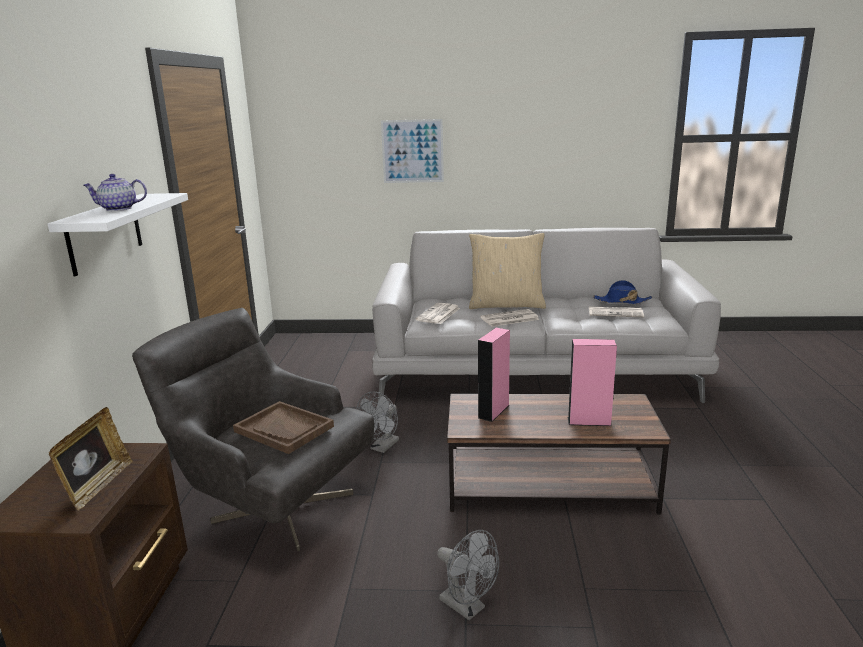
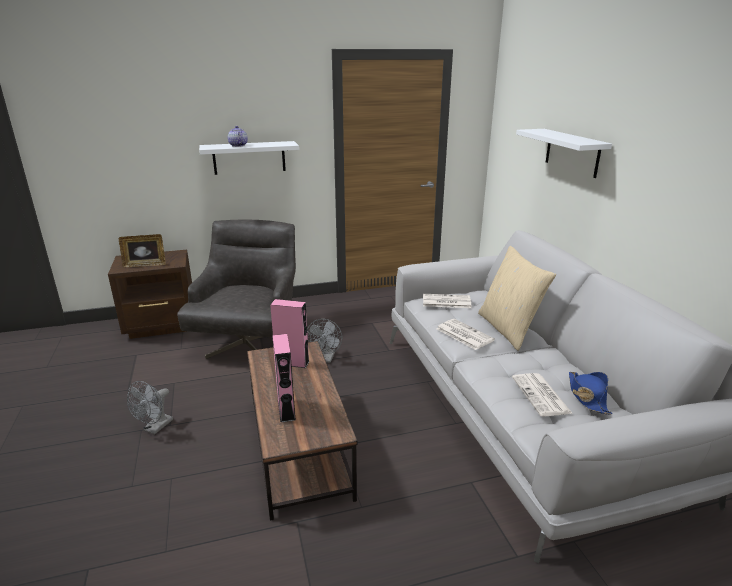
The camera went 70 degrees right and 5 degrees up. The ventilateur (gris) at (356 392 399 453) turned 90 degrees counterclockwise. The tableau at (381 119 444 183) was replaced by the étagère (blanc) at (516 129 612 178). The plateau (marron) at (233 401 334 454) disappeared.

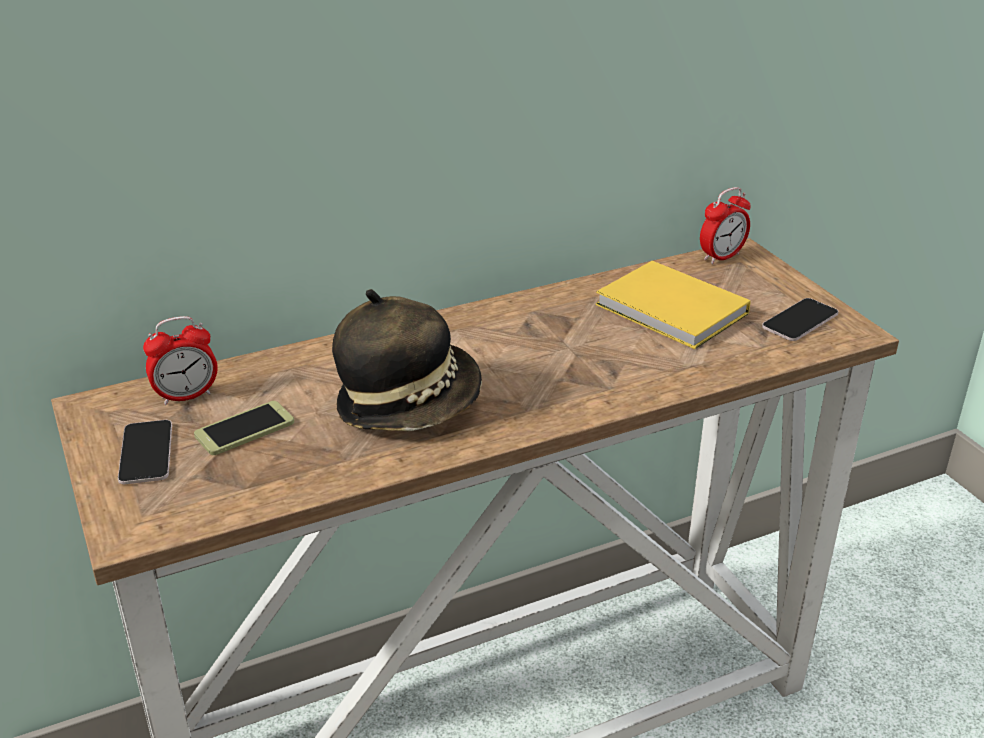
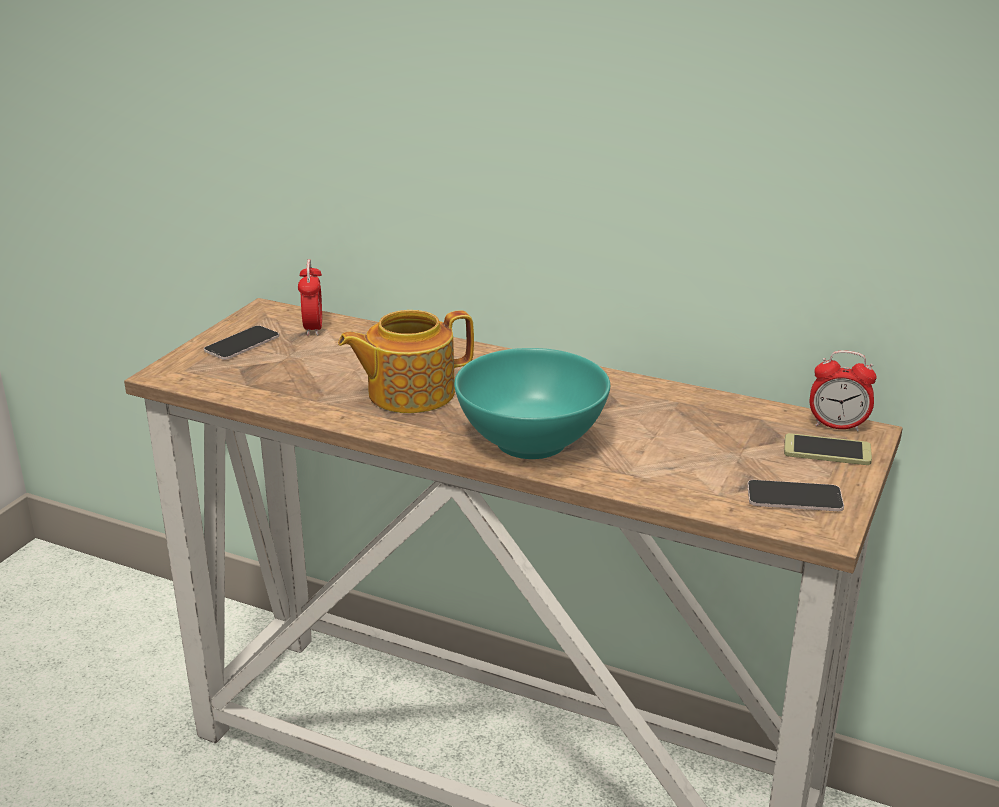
The camera went 50 degrees right and 5 degrees down. The réveil at (143 316 218 405) turned 120 degrees counterclockwise. The chapeau at (332 289 482 431) was replaced by the théière at (338 310 474 413). The bol (turquoise) at (454 348 610 459) appeared. The téléphone moved from (194 401 294 455) to (784 433 872 465). The livre (jaune) at (596 261 751 349) disappeared.

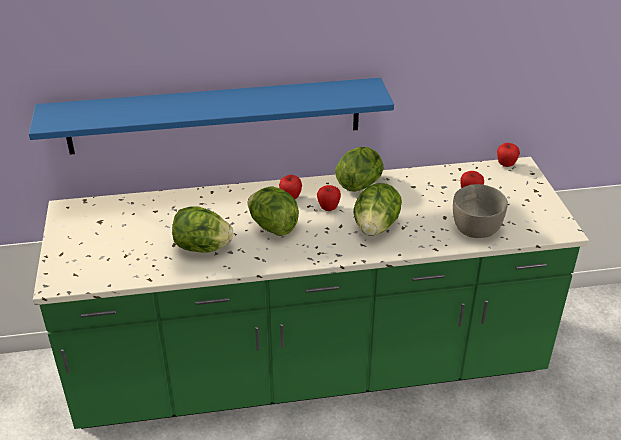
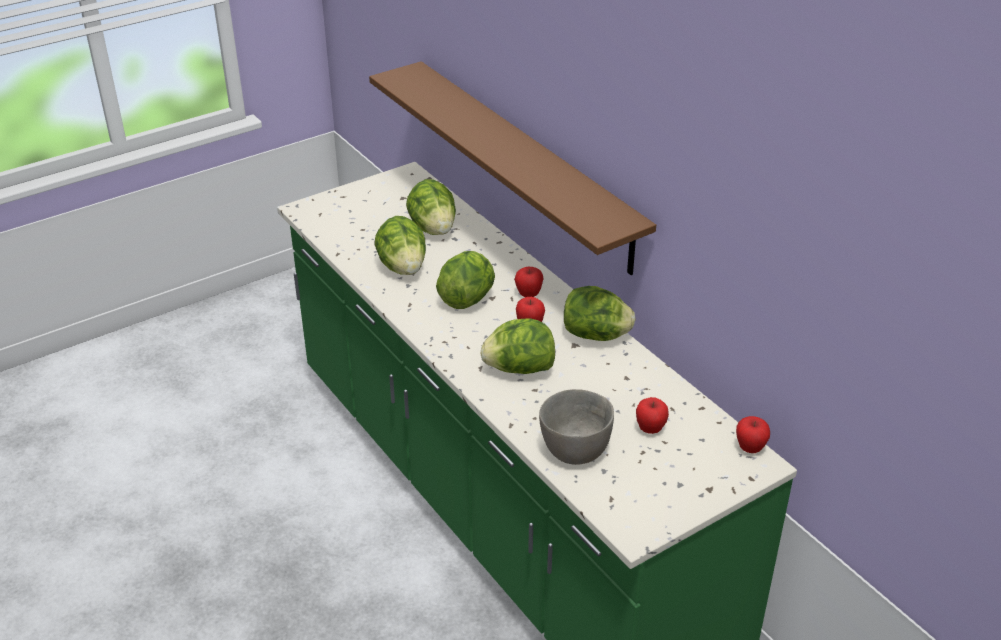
The camera went 65 degrees right and 0 degrees up. The étagère (bleu) at (29 78 394 155) became the étagère (marron) at (369 61 656 275). The laitue at (406 179 456 235) appeared.

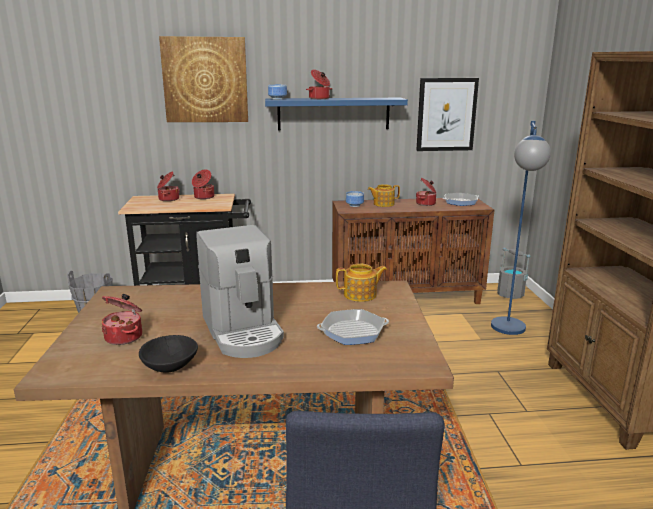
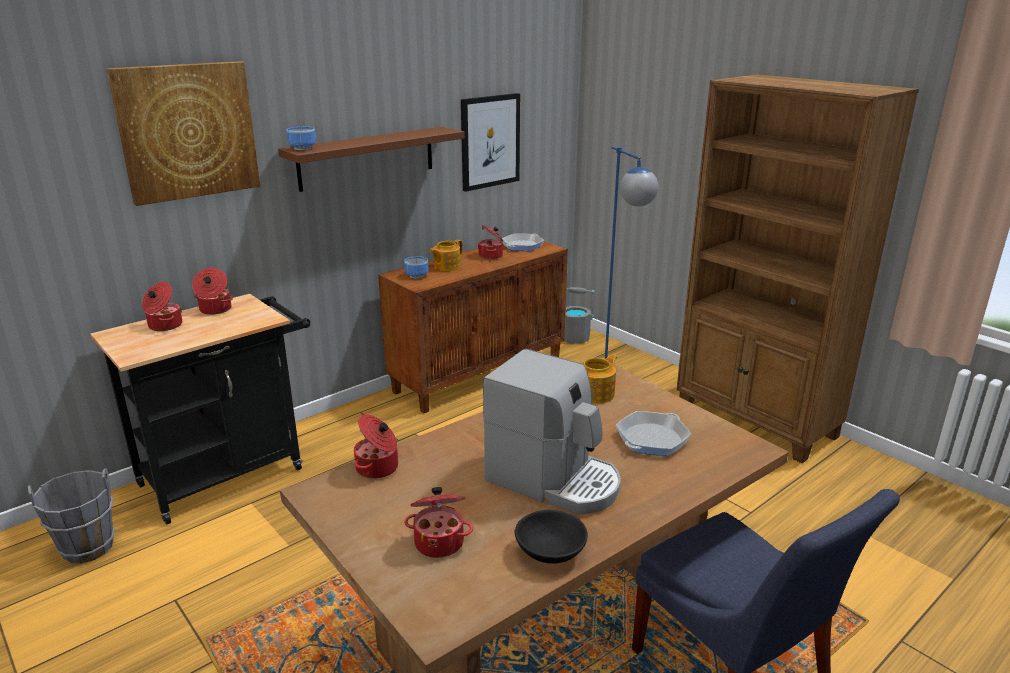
The camera went 35 degrees left and 5 degrees up. The étagère (bleu) at (265 98 408 131) became the étagère (marron) at (278 127 465 192). The marmite moved from (306 69 333 99) to (354 414 398 479).

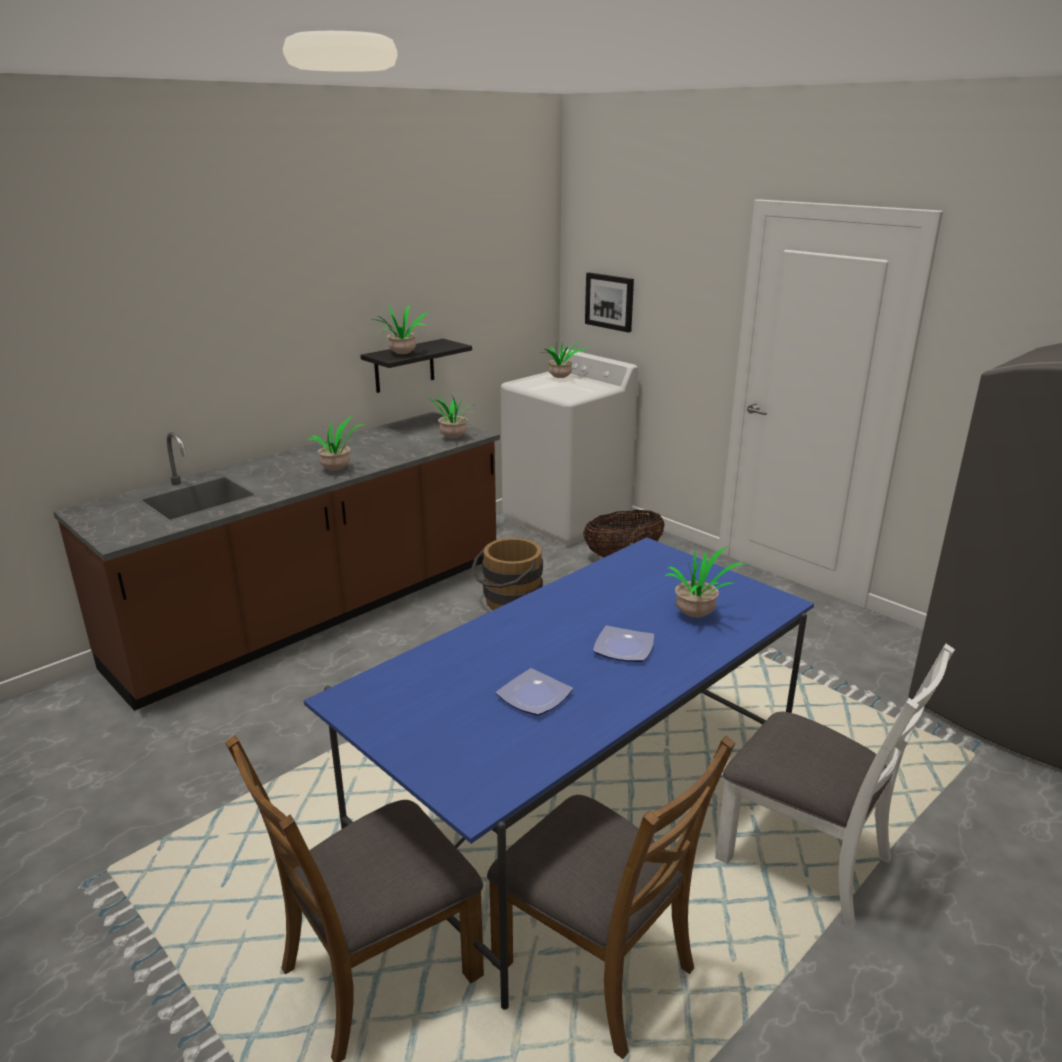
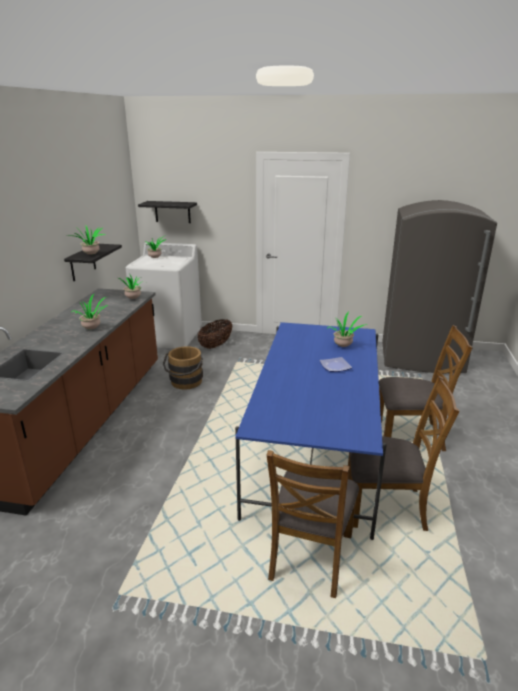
The camera went 35 degrees left and 0 degrees up. The tableau at (585 272 634 333) was replaced by the étagère (noir) at (138 201 197 223). The chaise (blanc) at (715 644 955 928) became the chaise (marron) at (379 325 473 451). The assiette at (496 668 573 716) disappeared.

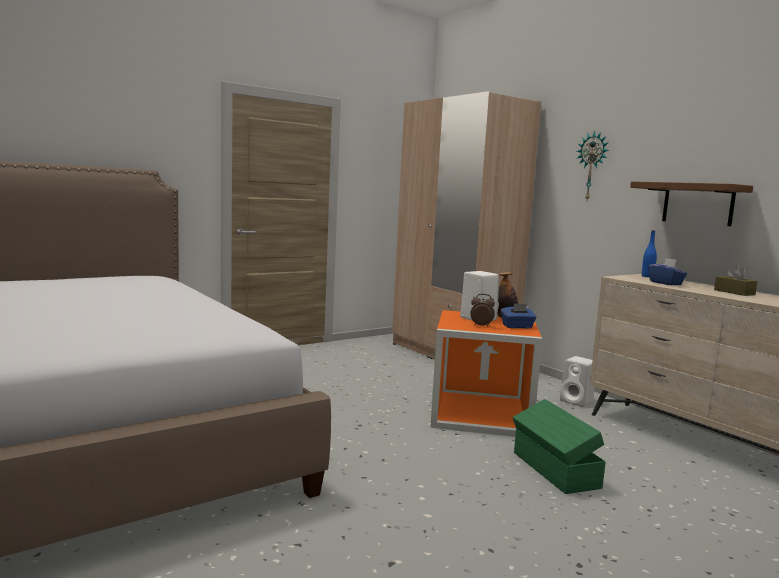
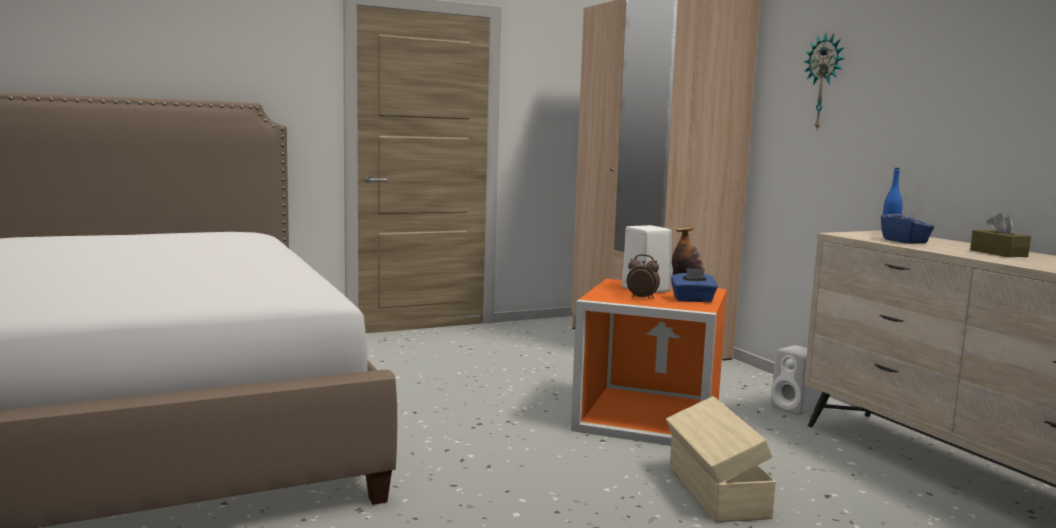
The camera went 10 degrees right and 0 degrees up. The boîte de rangement (vert) at (513 399 606 494) became the boîte de rangement (beige) at (666 396 776 522). The étagère (marron) at (630 181 753 226) disappeared.

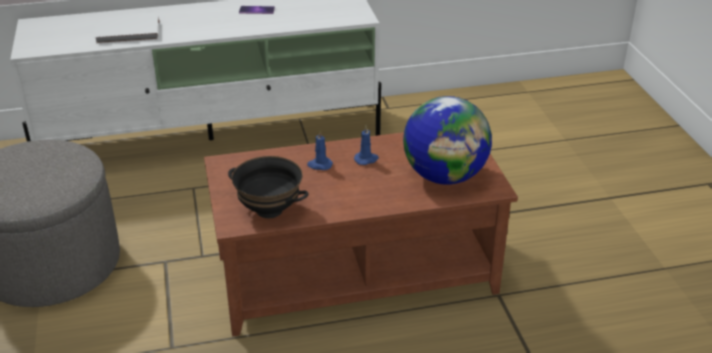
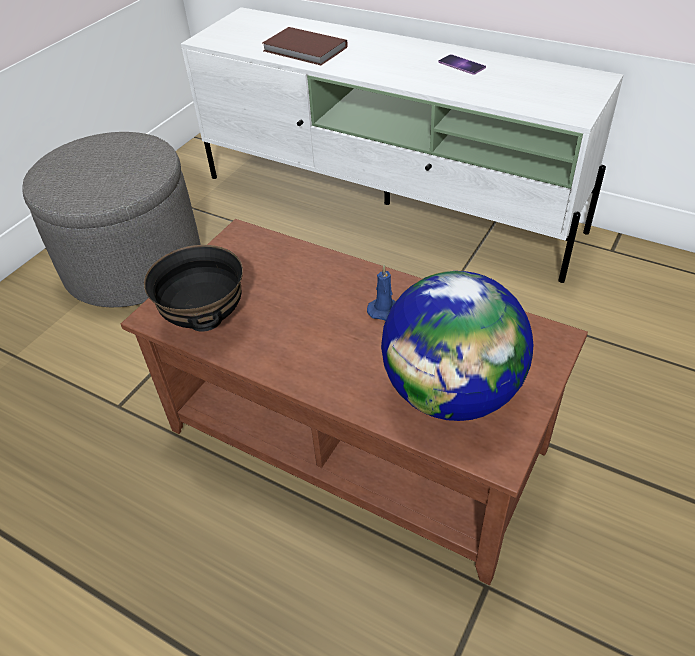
The camera went 45 degrees right and 10 degrees up. The livre (blanc) at (94 17 159 44) became the livre (marron) at (263 27 348 65). The bougie (bleu) at (307 131 333 170) disappeared.

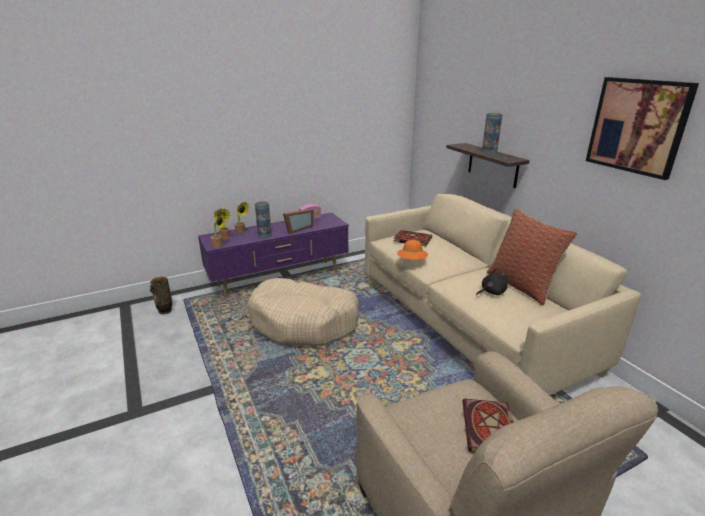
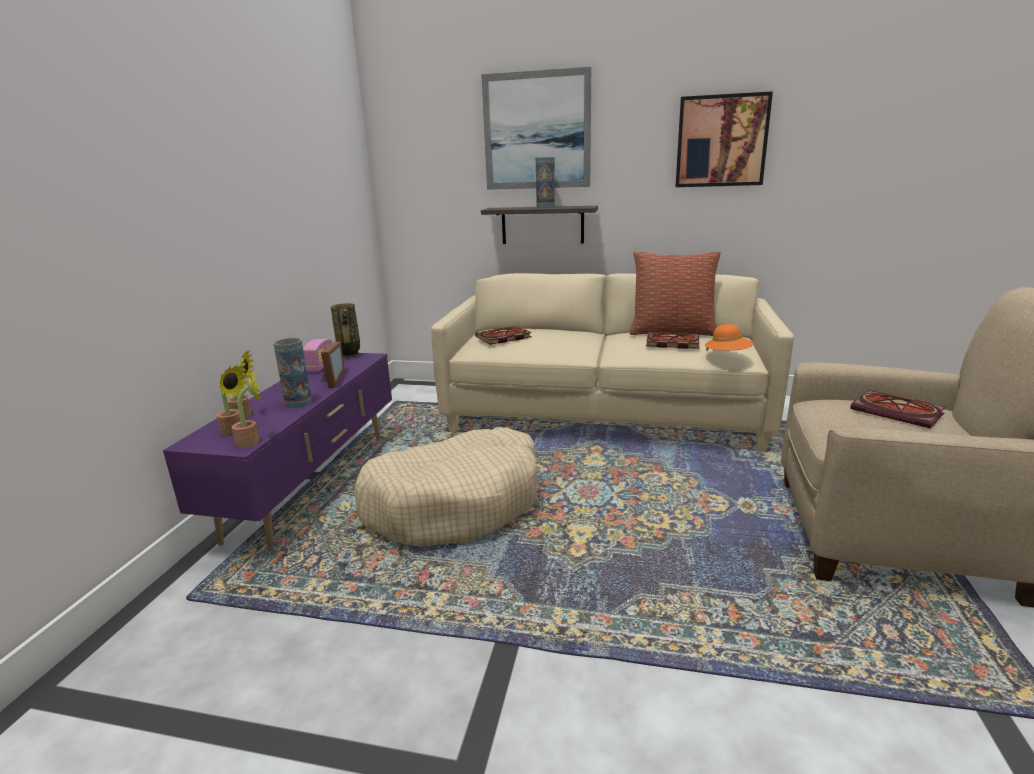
The camera went 50 degrees left and 5 degrees down. The vase moved from (150 277 172 314) to (331 303 360 358). The tableau at (481 67 591 190) appeared. The peluche (noir) at (476 268 508 295) was replaced by the livre at (646 332 699 349). The chapeau (orange) moved from (397 240 428 260) to (705 324 753 351).

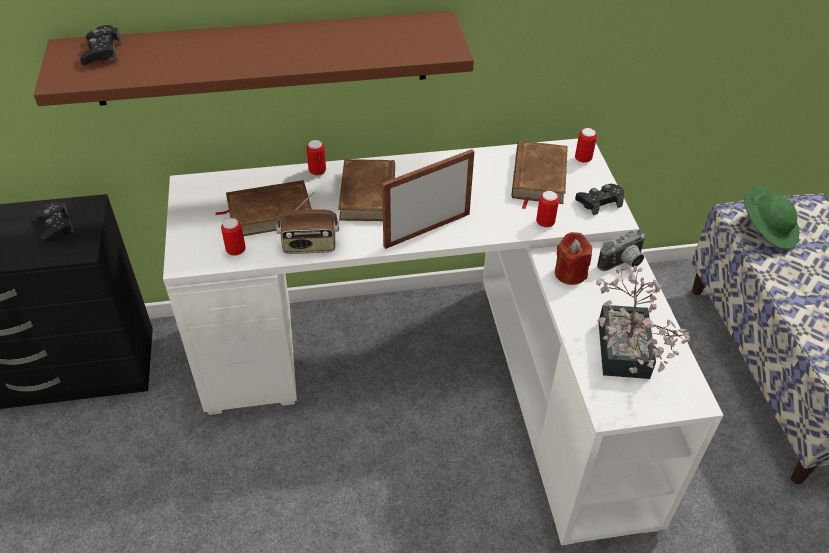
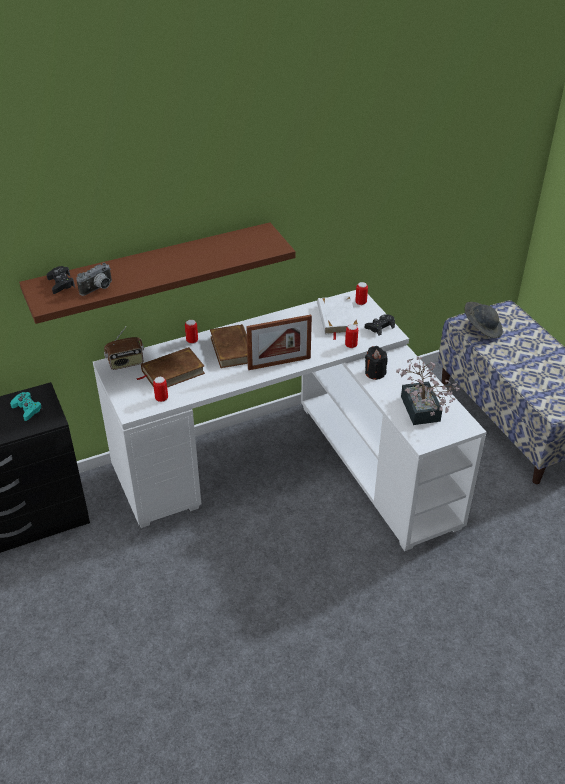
The camera went 15 degrees left and 5 degrees down. The manette (noir) at (35 202 75 244) became the manette (turquoise) at (10 392 43 421). The appareil photo moved from (597 230 646 271) to (76 263 112 296). The radio moved from (276 191 339 254) to (104 327 144 370). The cadre photo at (382 149 474 249) turned 150 degrees counterclockwise. The livre (marron) at (512 141 568 209) became the livre (blanc) at (317 296 359 340). The bougie (rouge) at (555 232 592 285) became the bougie (noir) at (365 346 388 380). The chapeau (vert) at (744 186 799 249) became the chapeau (gris) at (465 302 503 338).

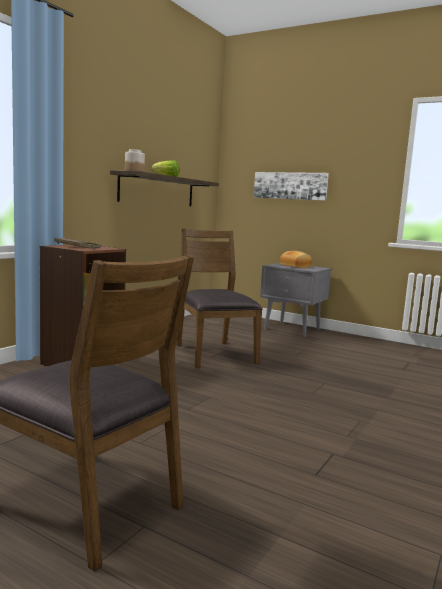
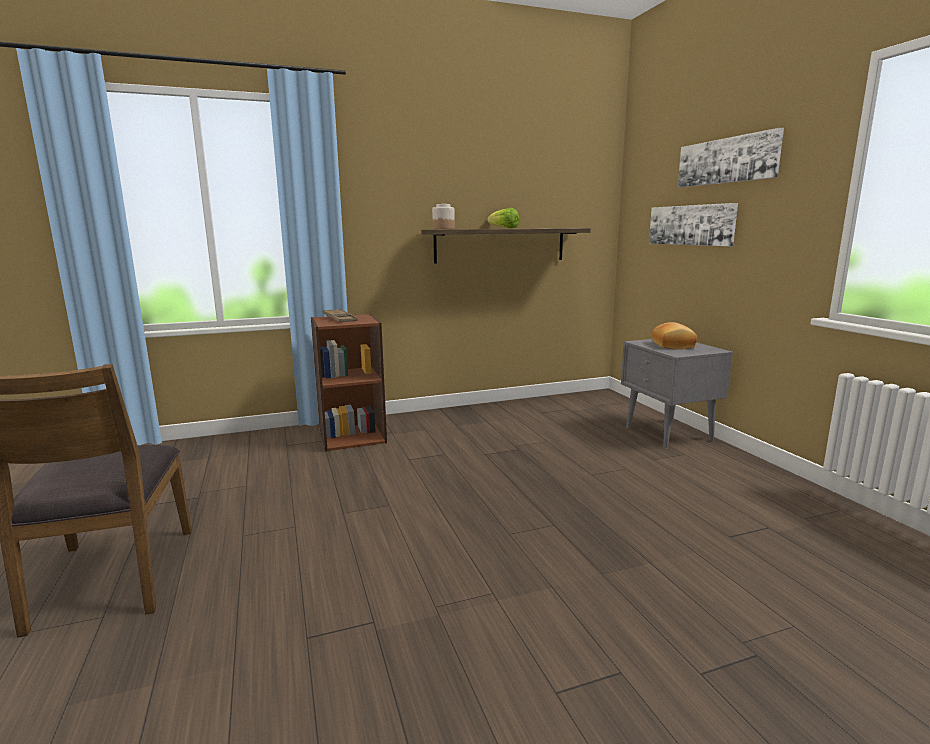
The camera went 40 degrees right and 5 degrees up. The tableau at (678 128 784 187) appeared. The chaise (marron) at (176 228 263 368) disappeared.

